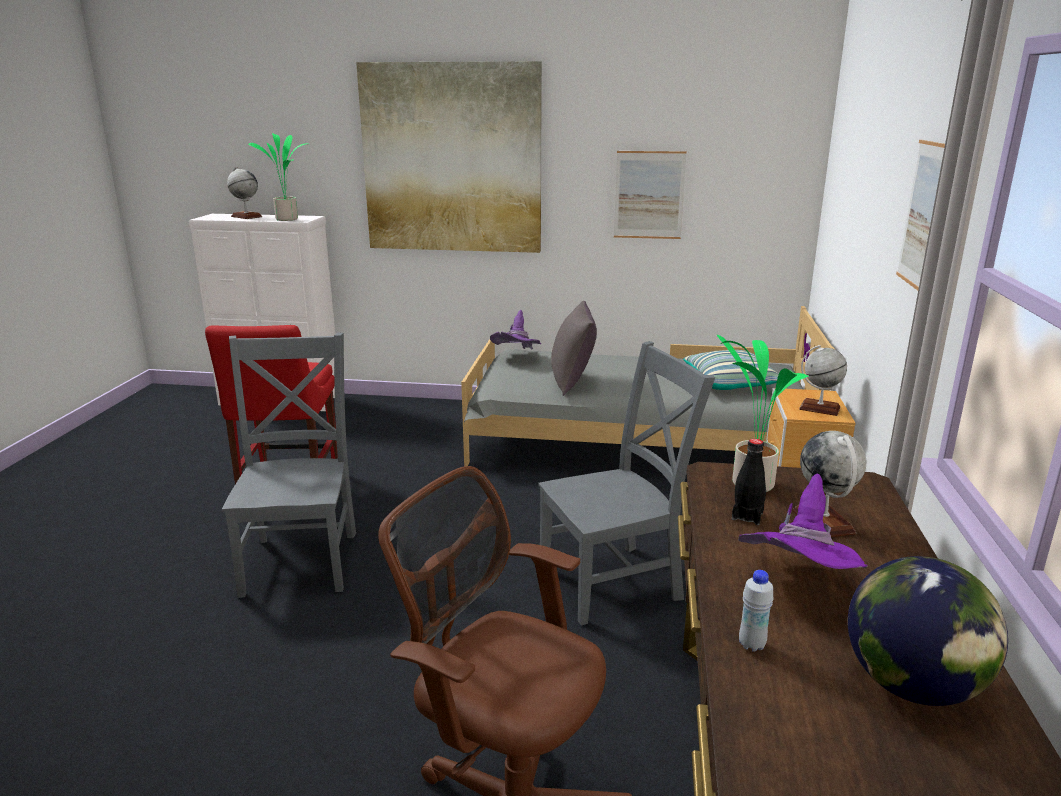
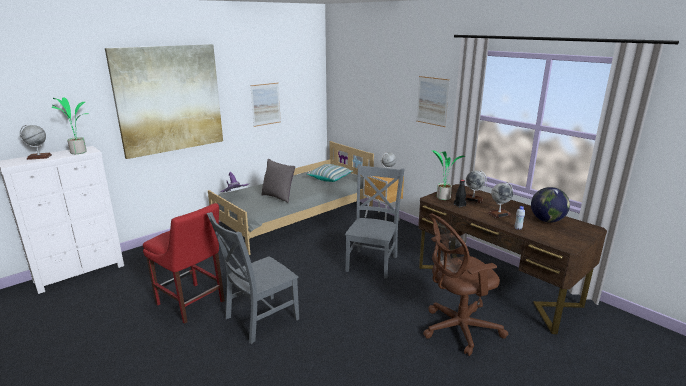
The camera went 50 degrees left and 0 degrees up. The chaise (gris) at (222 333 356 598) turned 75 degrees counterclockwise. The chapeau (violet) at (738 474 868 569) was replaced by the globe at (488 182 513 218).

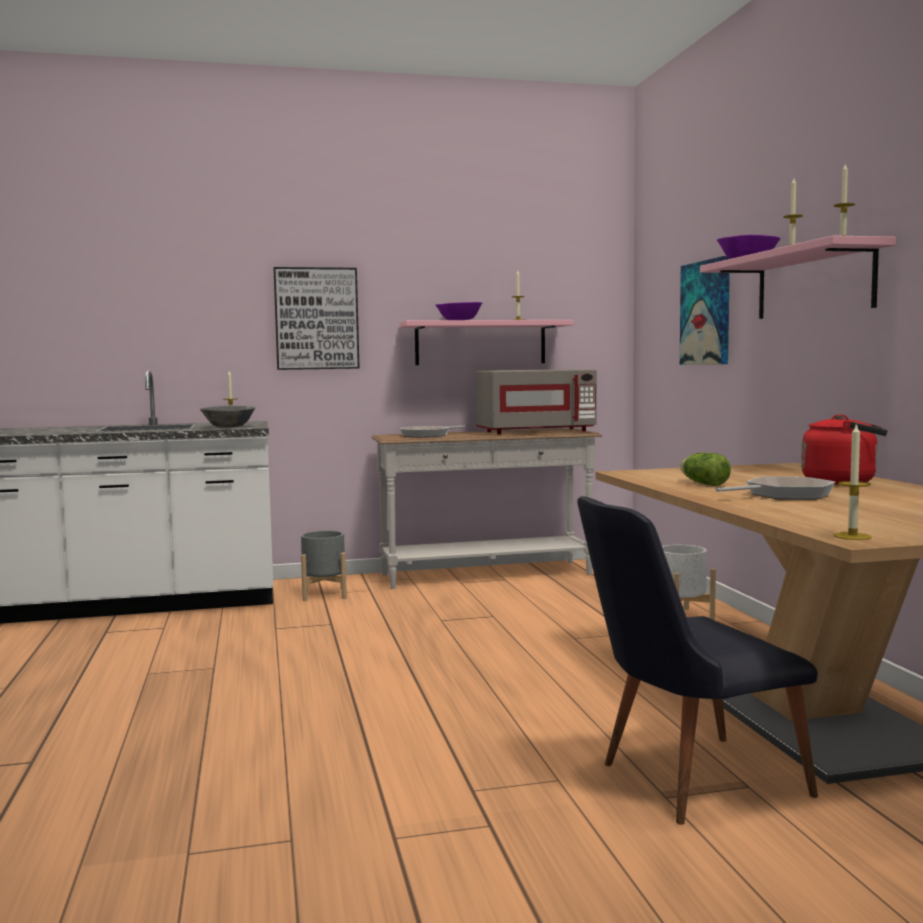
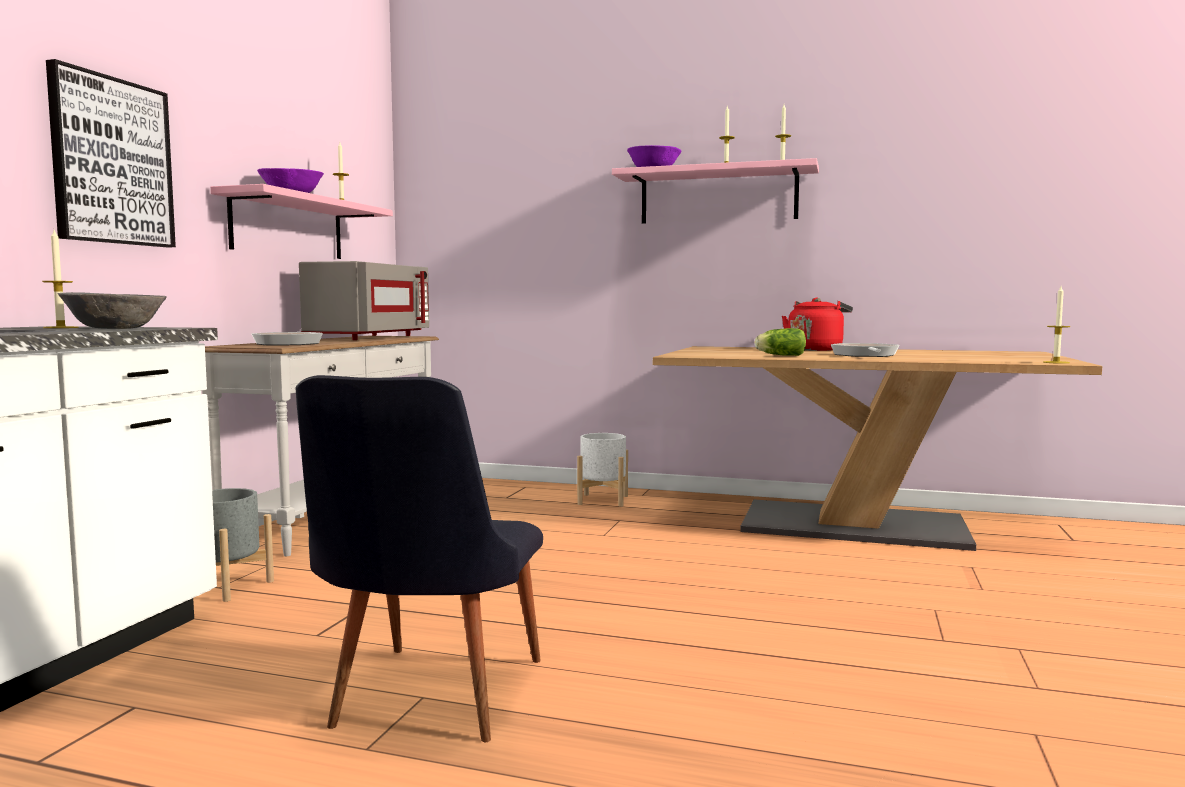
The camera went 60 degrees left and 0 degrees up. The chaise (noir) moved from (577 496 818 825) to (295 375 543 742). The tableau at (680 256 730 365) disappeared.

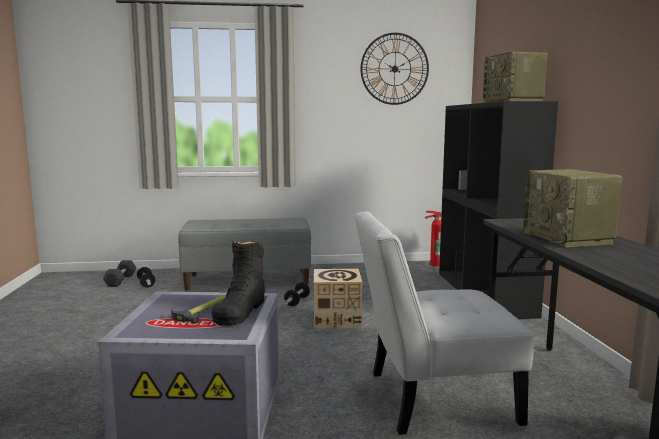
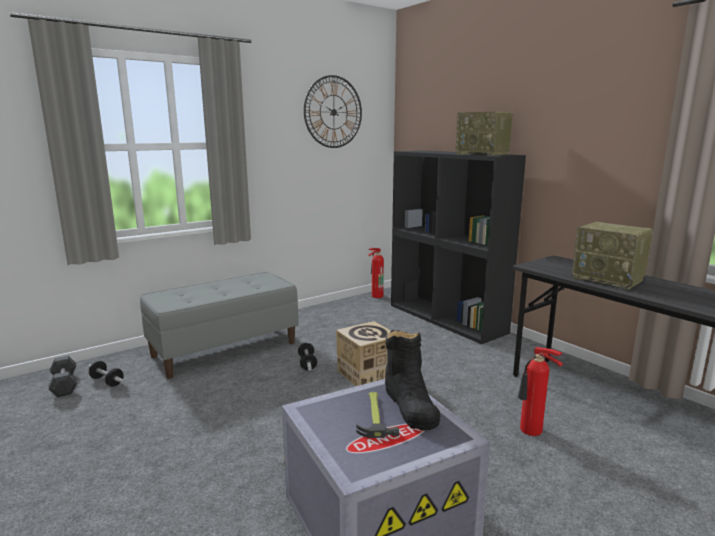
The camera went 30 degrees left and 5 degrees up. The chaise (blanc) at (354 211 534 435) was replaced by the extincteur at (518 347 563 436).

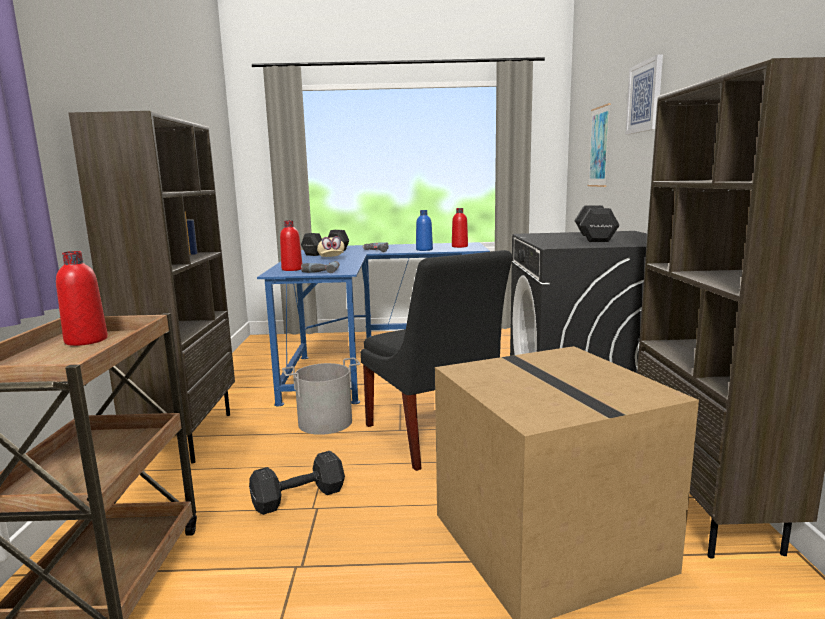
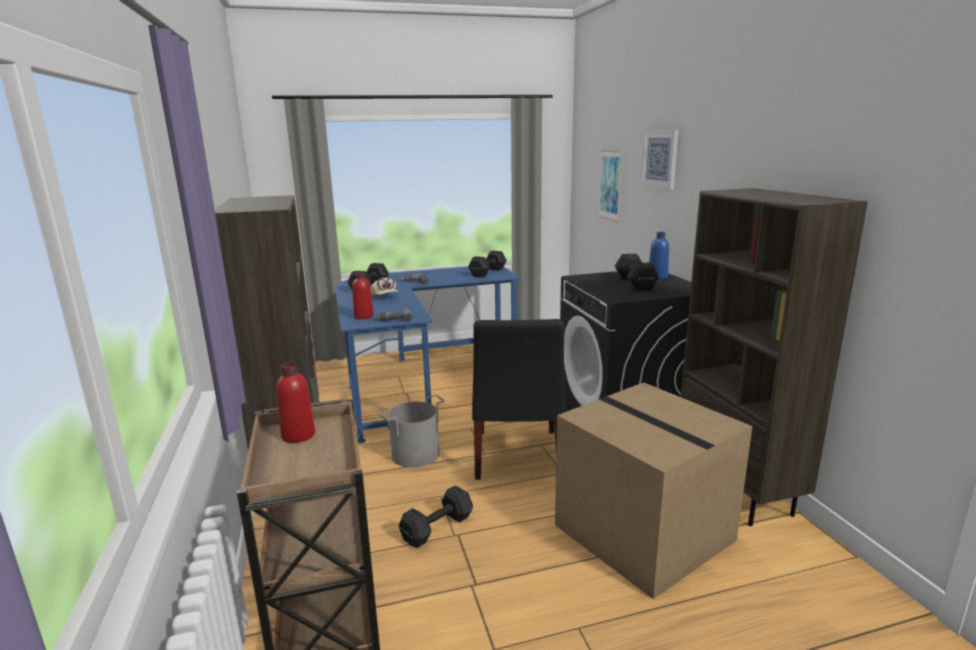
The camera went 15 degrees left and 5 degrees up. The bouteille (rouge) at (452 208 468 248) was replaced by the haltère (noir) at (468 251 507 277). The chaise (noir) at (360 250 513 471) turned 45 degrees clockwise. The bouteille (bleu) moved from (416 210 433 251) to (649 232 669 279).

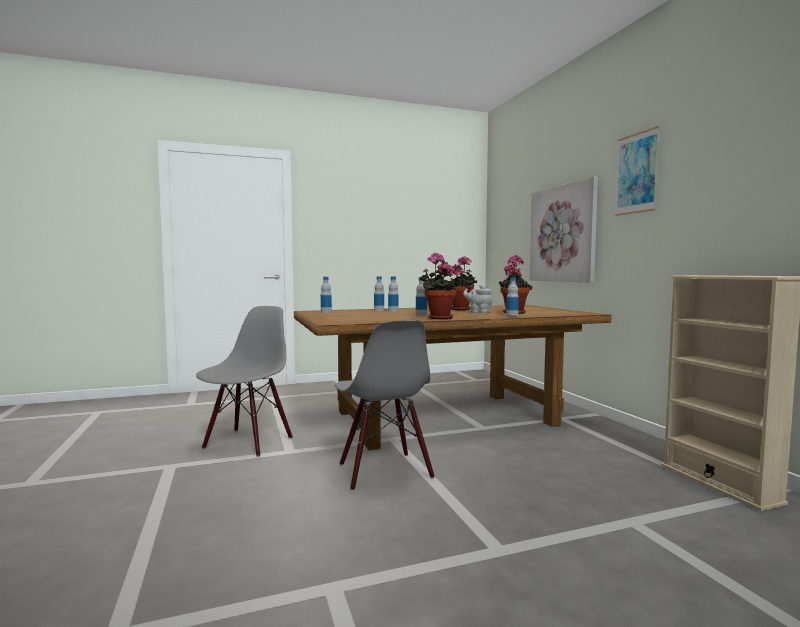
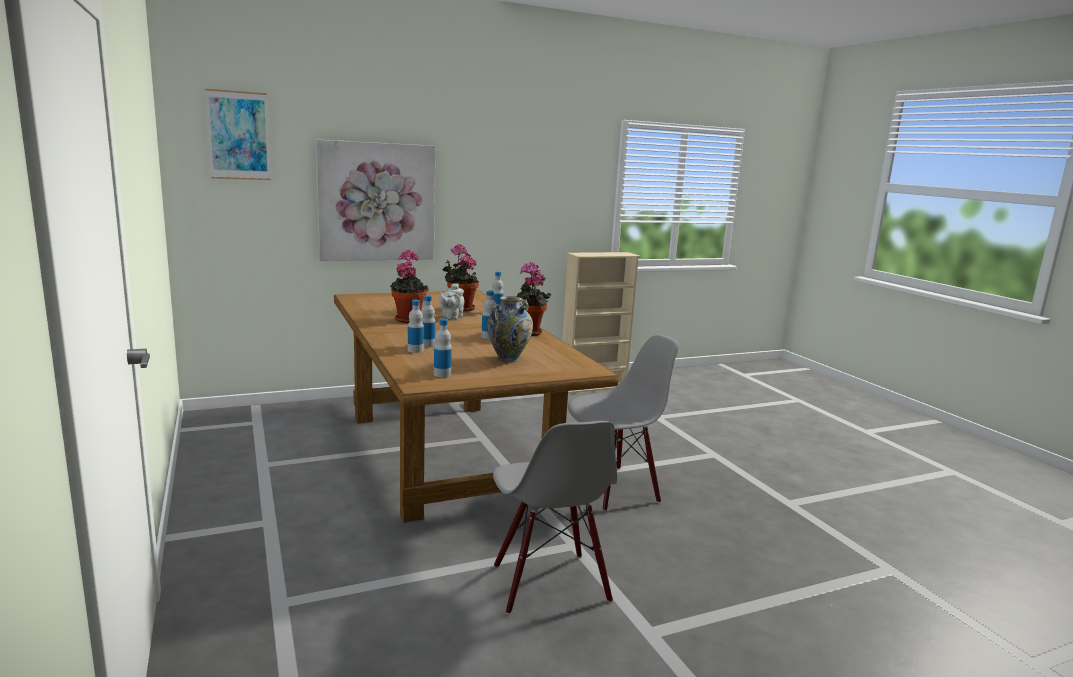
The camera went 95 degrees left and 10 degrees up. The tableau moved from (615 126 661 216) to (205 89 271 180). The vase at (487 296 533 362) appeared. The chaise (gris) at (196 306 293 457) turned 120 degrees counterclockwise.

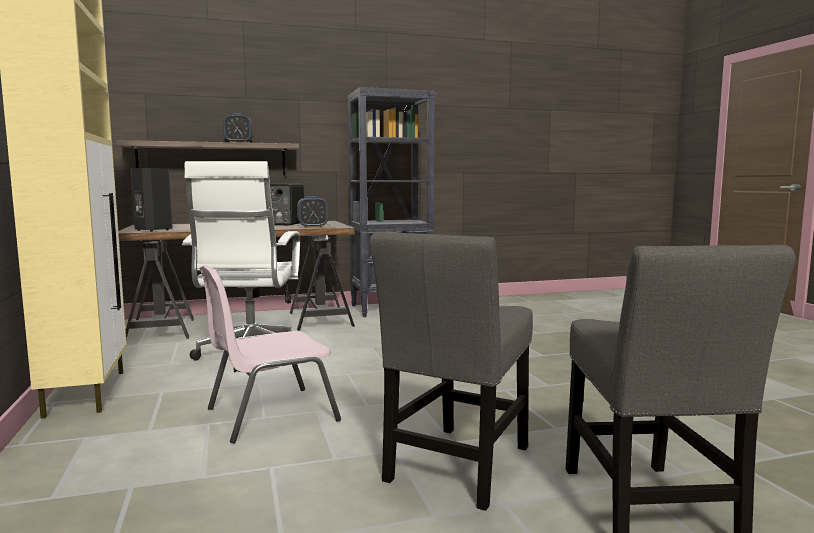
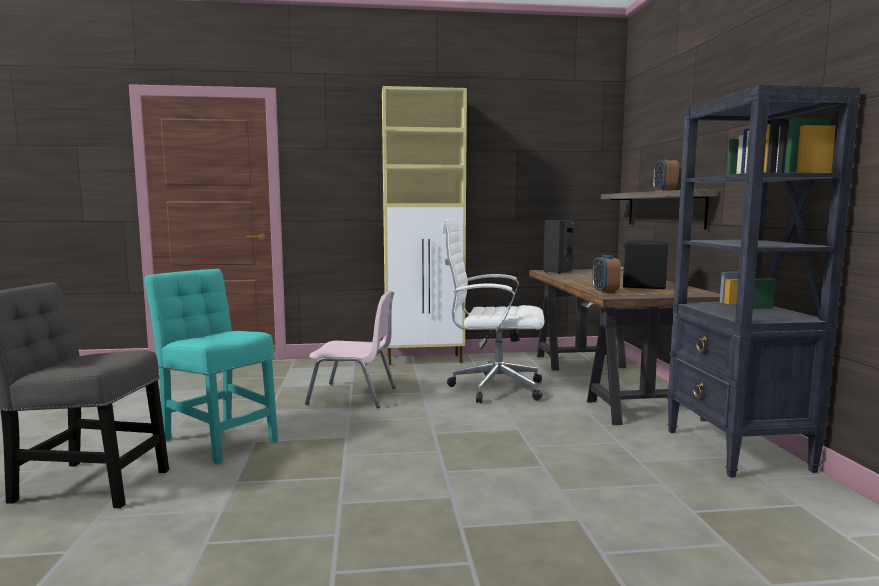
The camera went 100 degrees right and 0 degrees up. The chaise (gris) at (370 232 533 511) became the chaise (turquoise) at (144 269 278 464). The chaise (rose) at (200 265 341 443) turned 120 degrees clockwise.

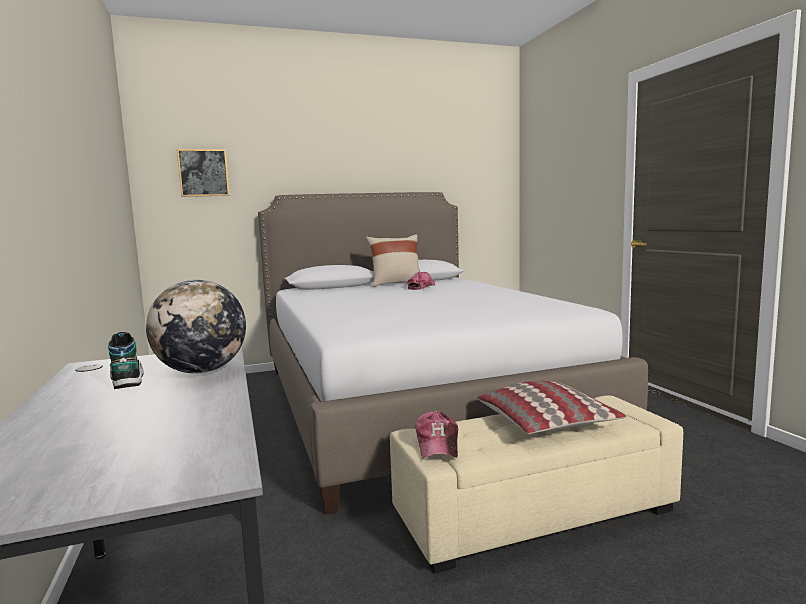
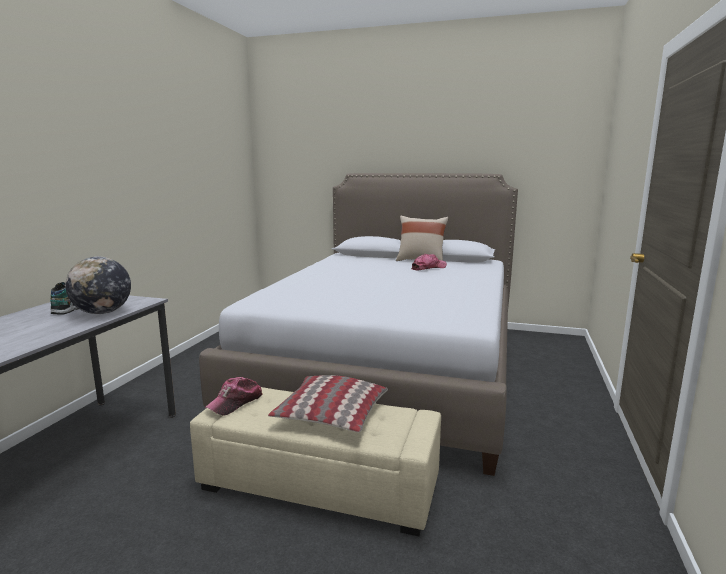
The camera went 35 degrees right and 5 degrees up. The tableau at (177 149 230 197) disappeared.

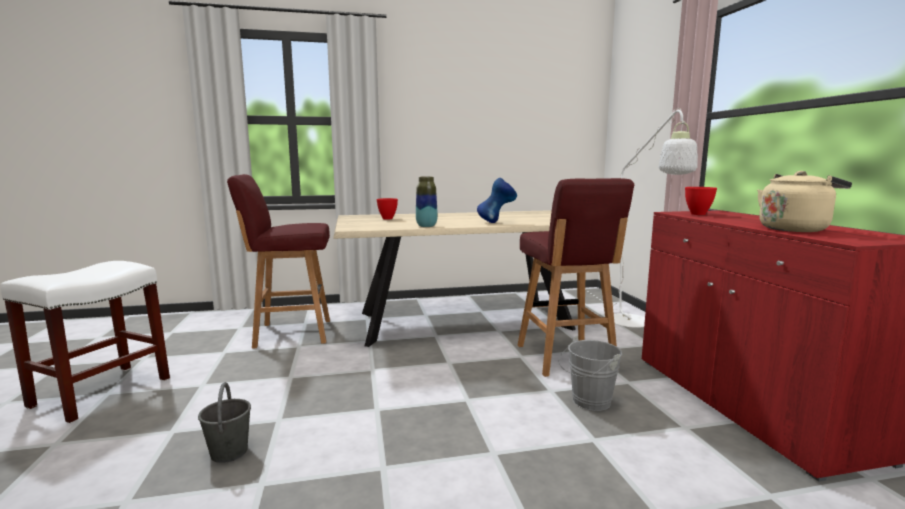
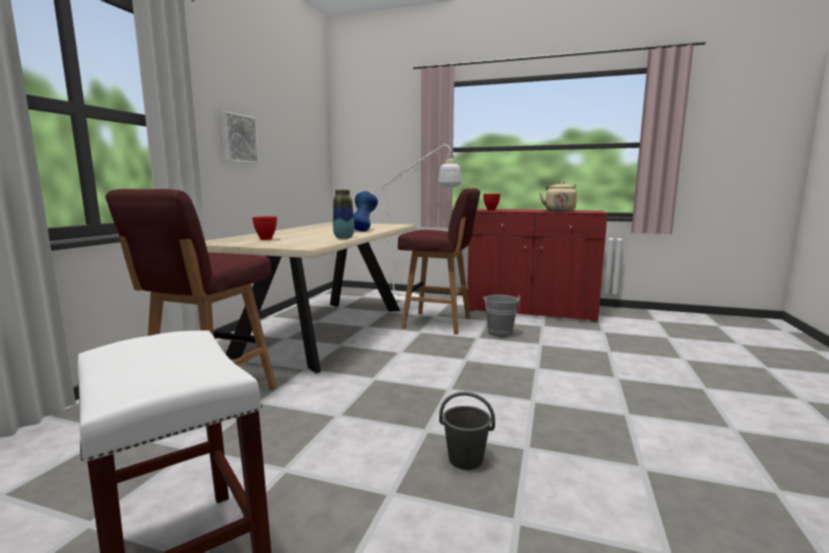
The camera went 60 degrees left and 0 degrees up. The tableau at (220 111 259 164) appeared.

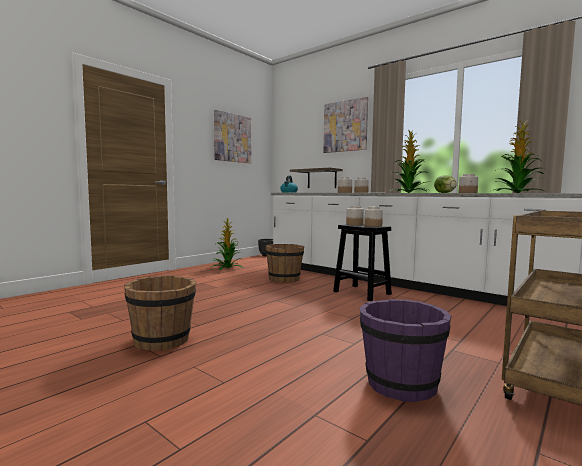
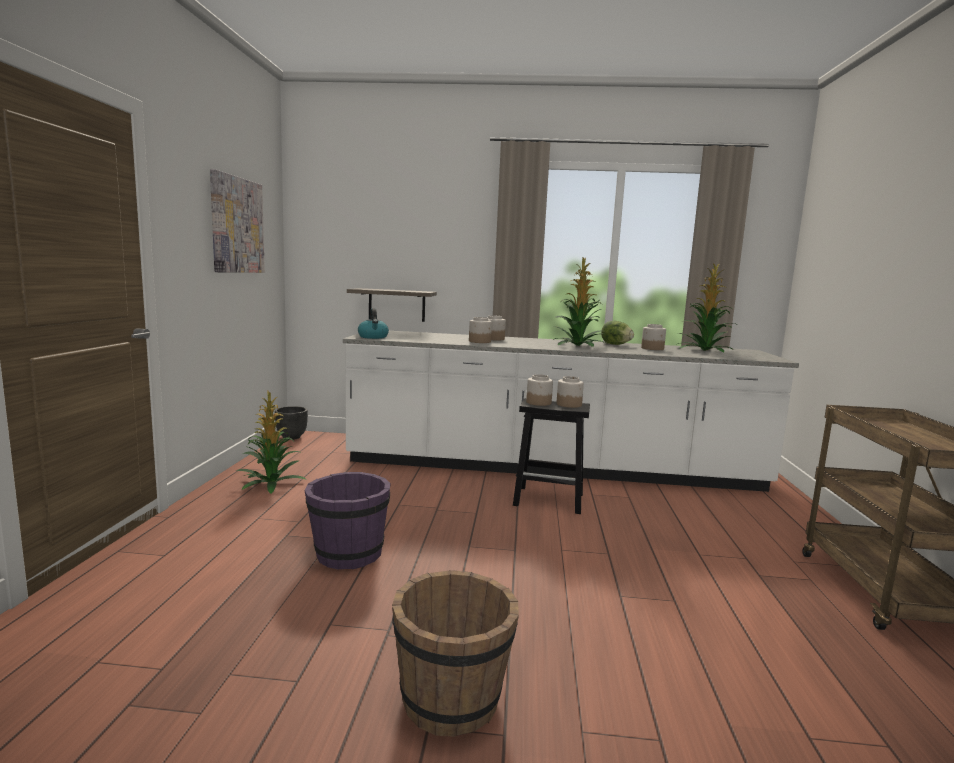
The camera went 35 degrees left and 5 degrees up. The seau (violet) moved from (360 299 452 402) to (304 472 391 570). The seau (marron) at (266 244 304 282) disappeared. The tableau at (323 97 368 153) disappeared.

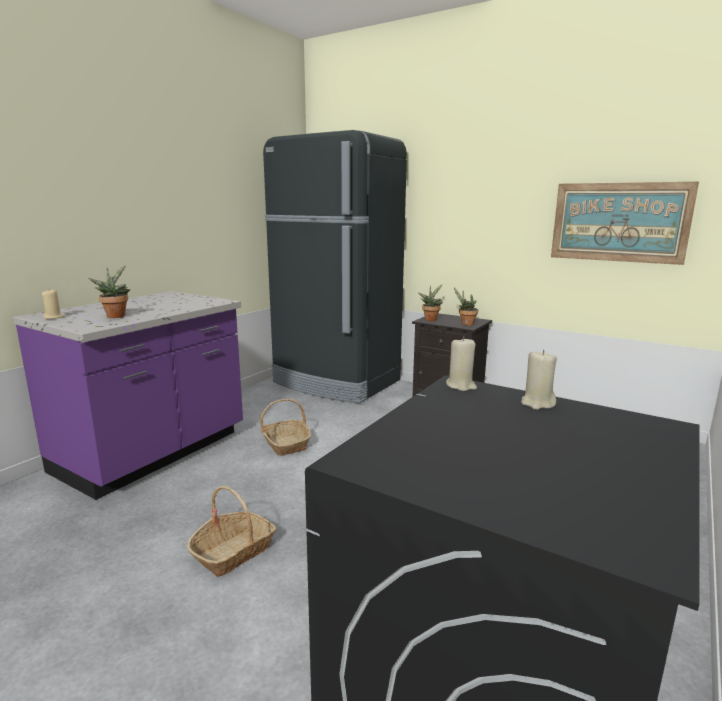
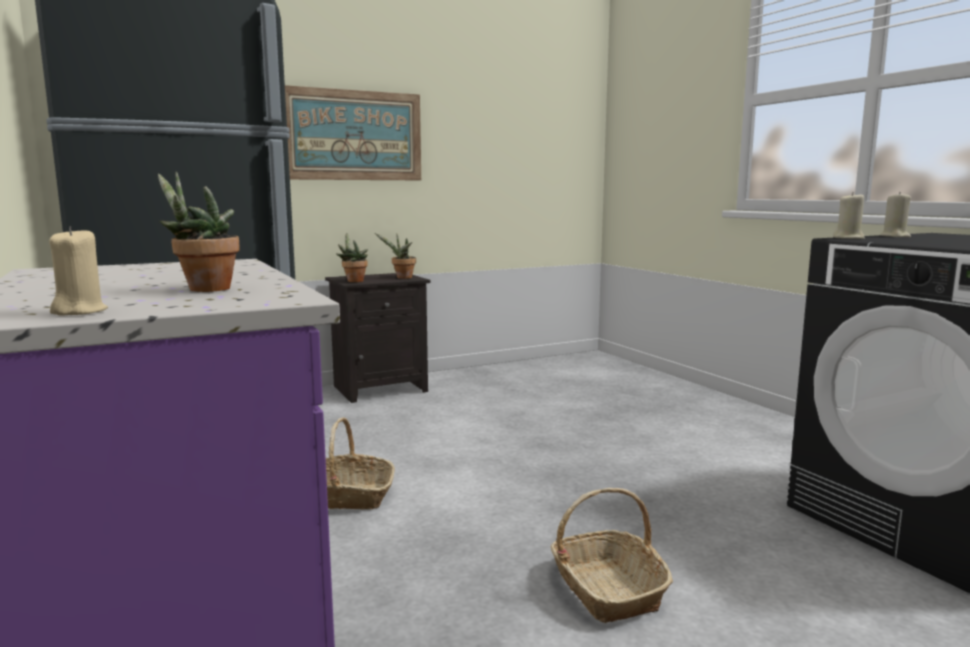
The camera went 60 degrees left and 5 degrees down. The tableau moved from (551 182 699 265) to (285 85 421 180).

